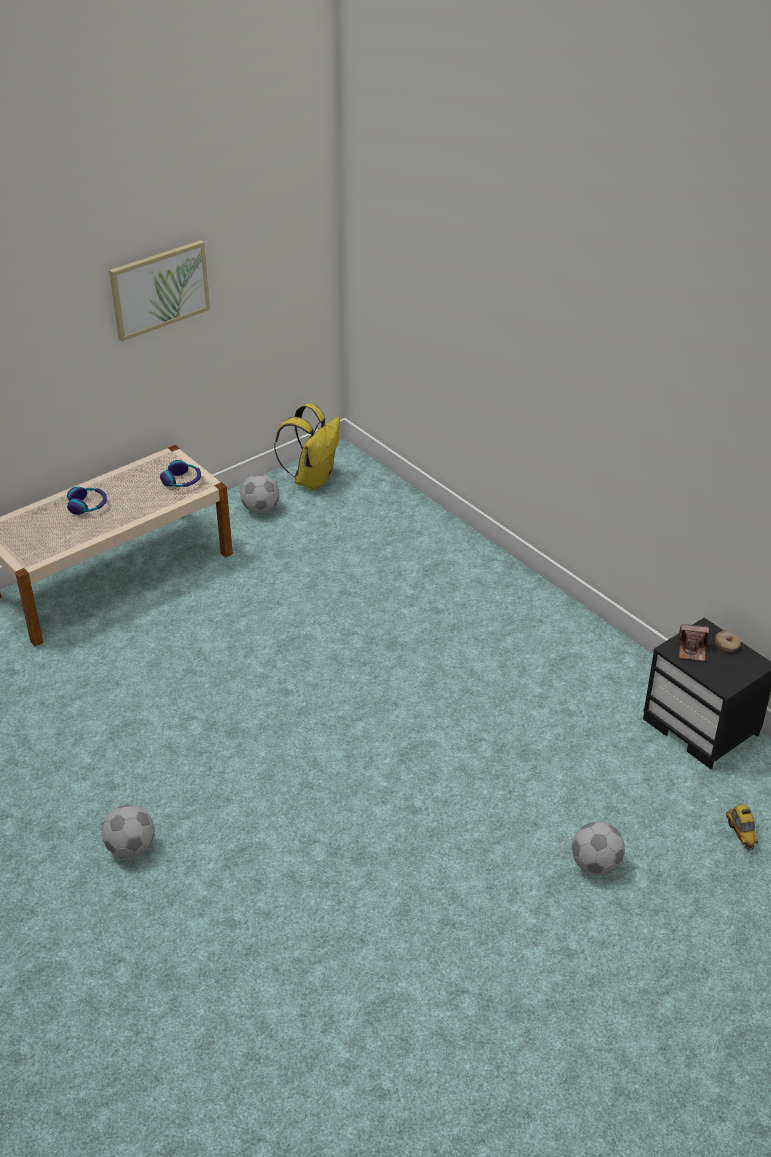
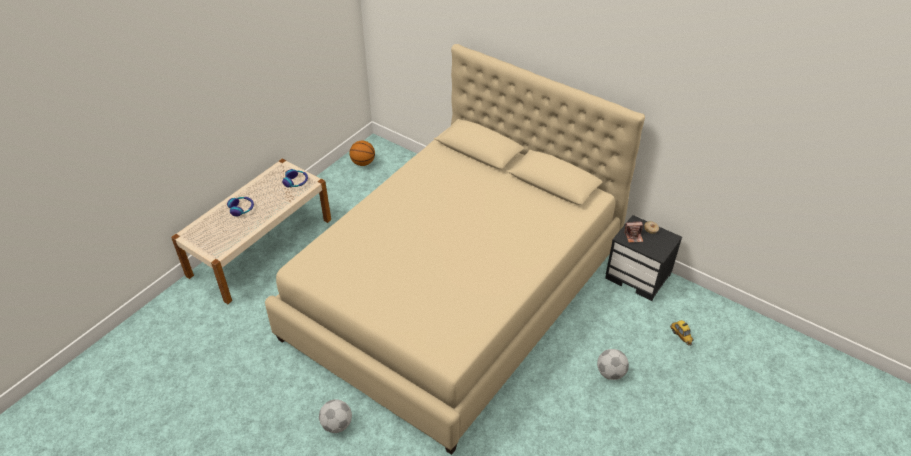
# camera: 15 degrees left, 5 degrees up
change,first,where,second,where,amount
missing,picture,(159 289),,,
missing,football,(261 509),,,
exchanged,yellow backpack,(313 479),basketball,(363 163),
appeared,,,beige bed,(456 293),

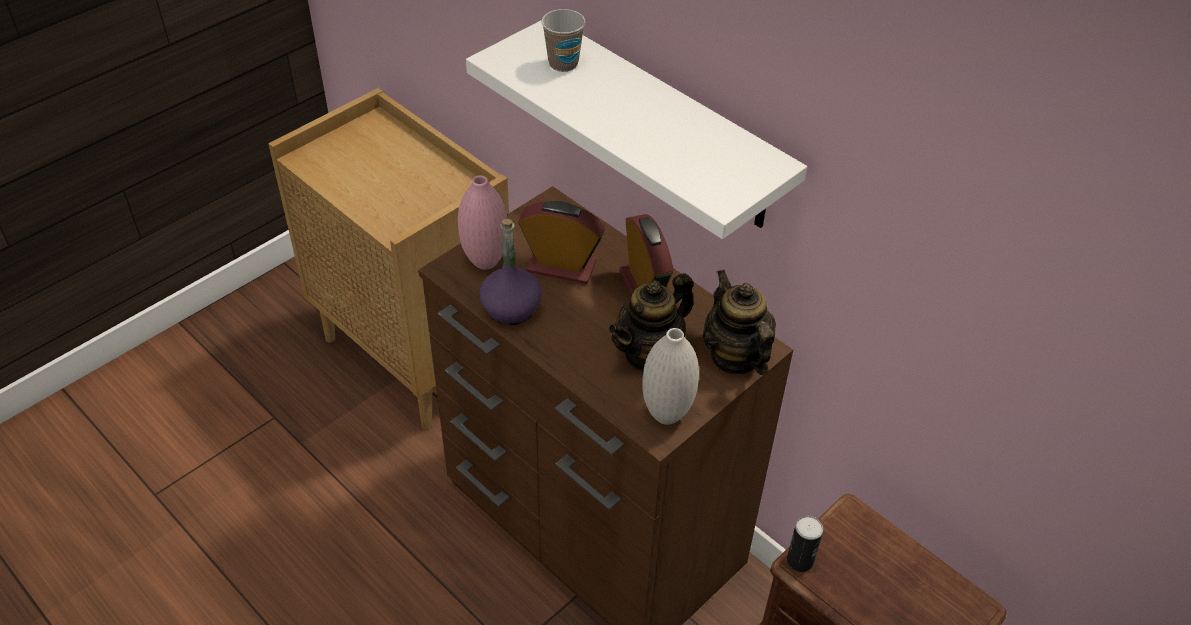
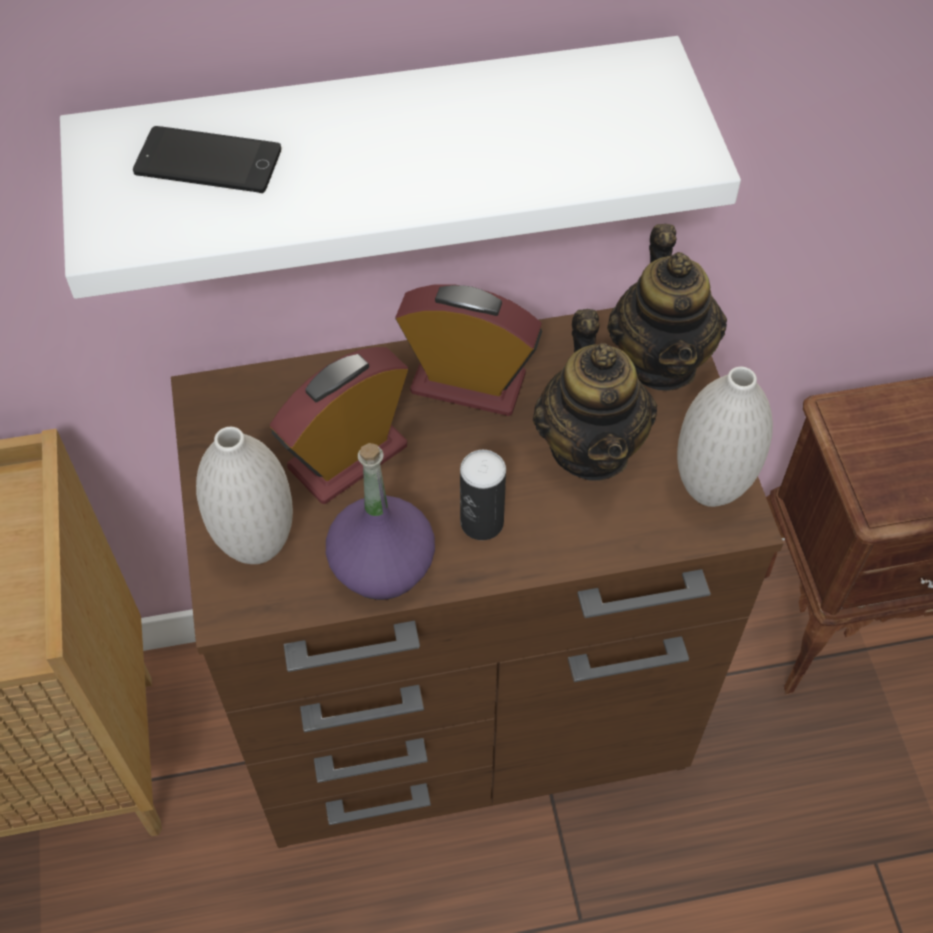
# camera: 55 degrees left, 10 degrees up
change,first,where,second,where,amount
colour,pink vase,(485 261),white vase,(257 546),
exchanged,cup,(563 63),phone,(208 161),
spun,teapot,(735 357),,(660 360),105 degrees counterclockwise
relocated,can,(800 560),,(482 522),

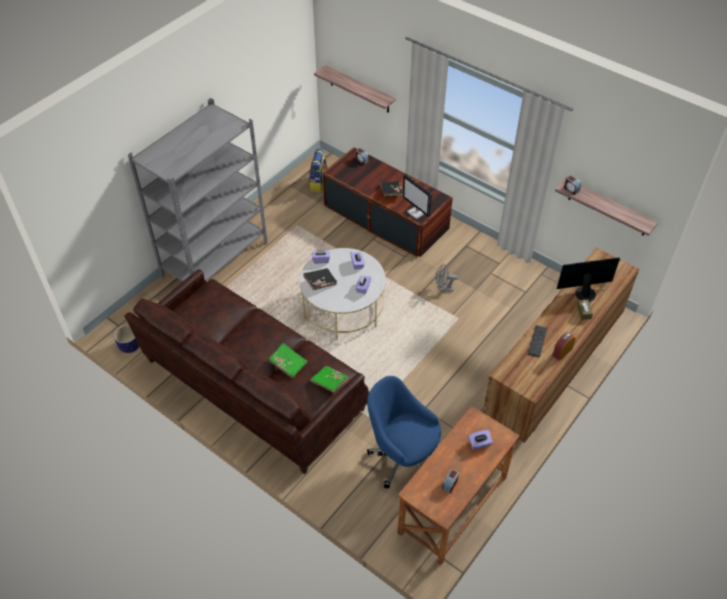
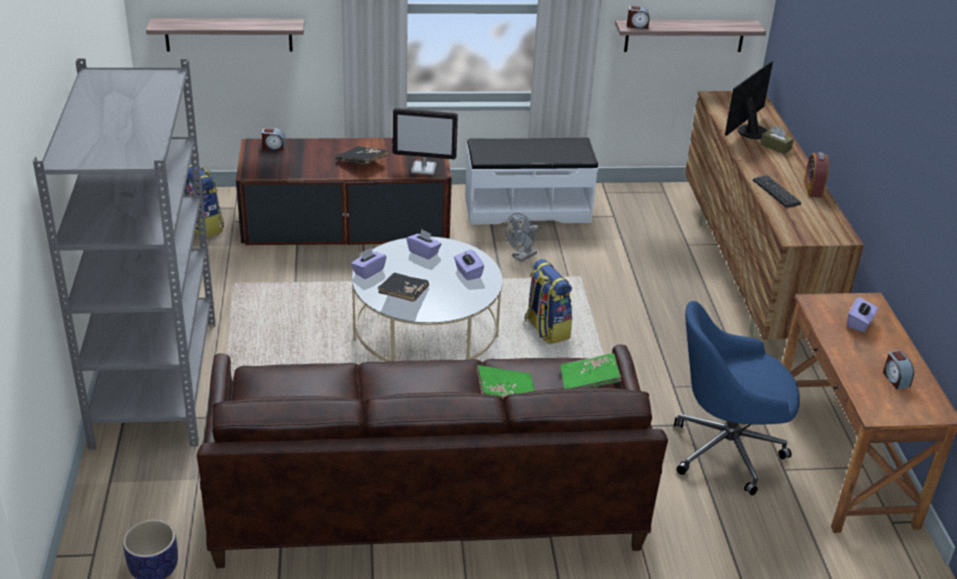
# camera: 45 degrees left, 15 degrees down
change,first,where,second,where,amount
appeared,,,white bench,(527 209),
appeared,,,backpack,(546 329),

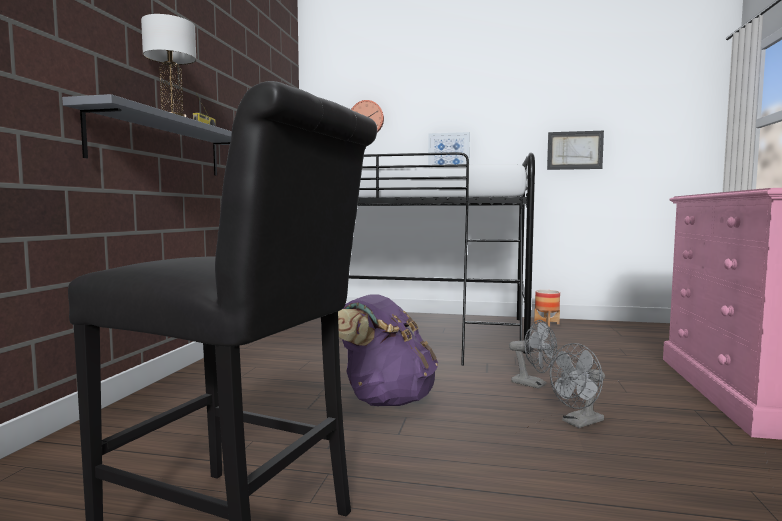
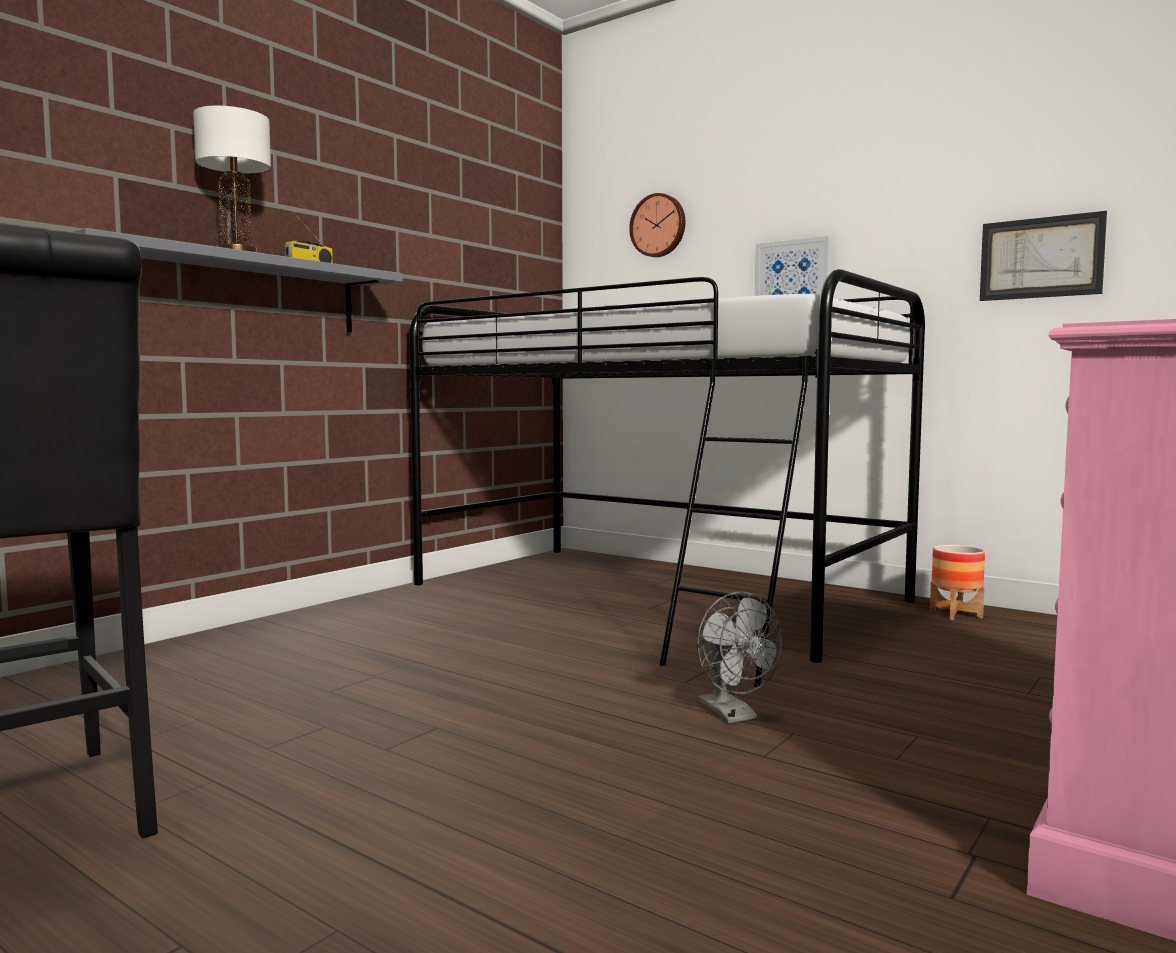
# camera: 25 degrees right, 0 degrees up
change,first,where,second,where,amount
missing,purple backpack,(386 400),,,
missing,grey fan,(578 422),,,

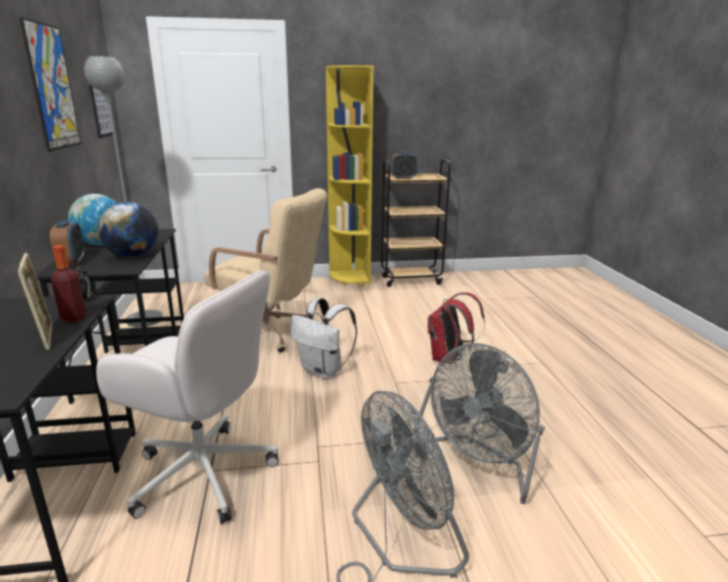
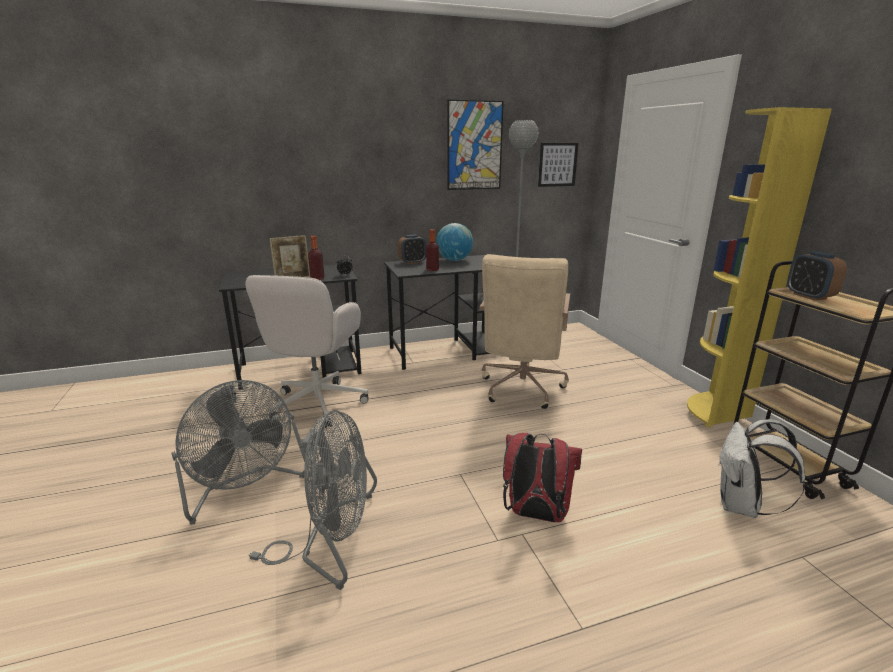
# camera: 80 degrees right, 0 degrees up
change,first,where,second,where,amount
exchanged,globe,(133 255),bottle,(432 269),
relocated,white backpack,(324 370),,(741 506),
spun,grey fan,(477 457),,(330 539),150 degrees clockwise

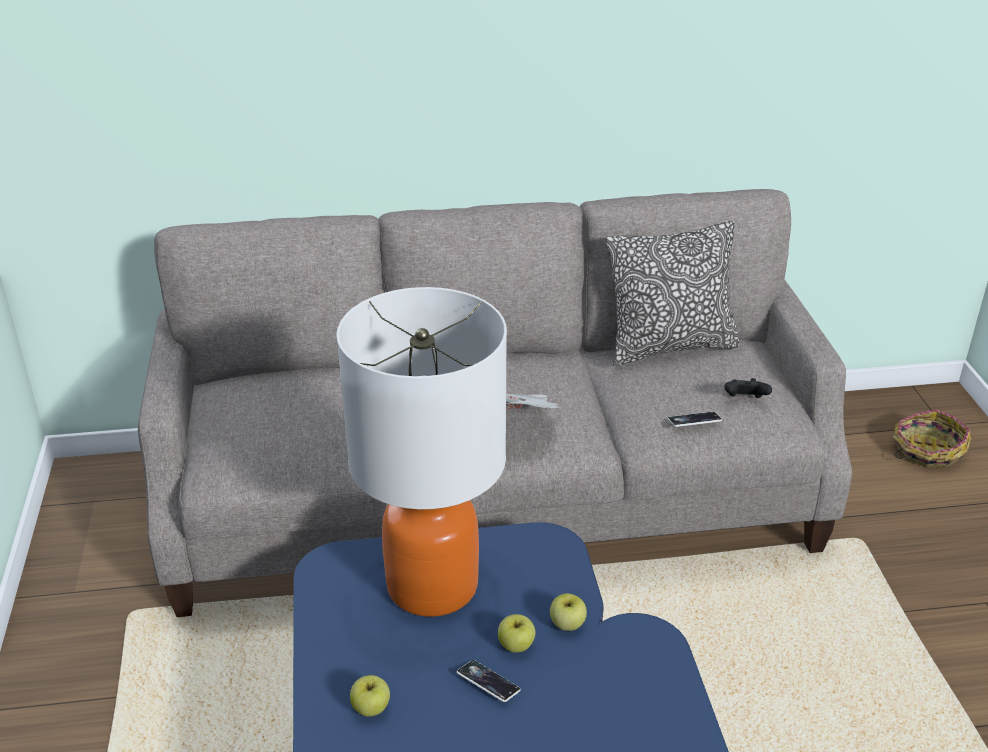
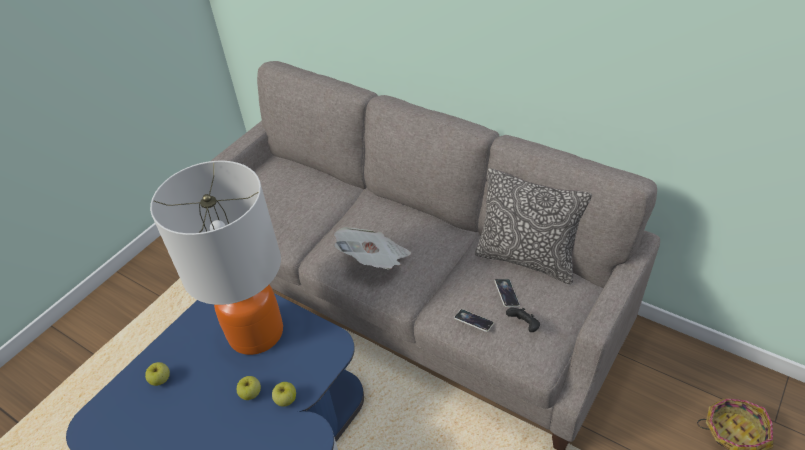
# camera: 45 degrees right, 10 degrees up
change,first,where,second,where,amount
relocated,phone,(488 683),,(506 294),

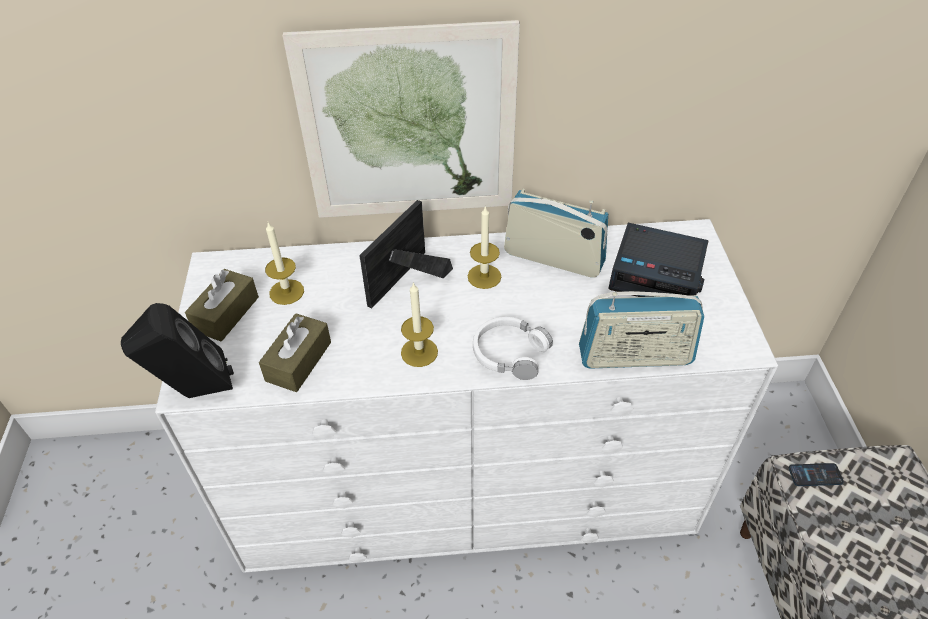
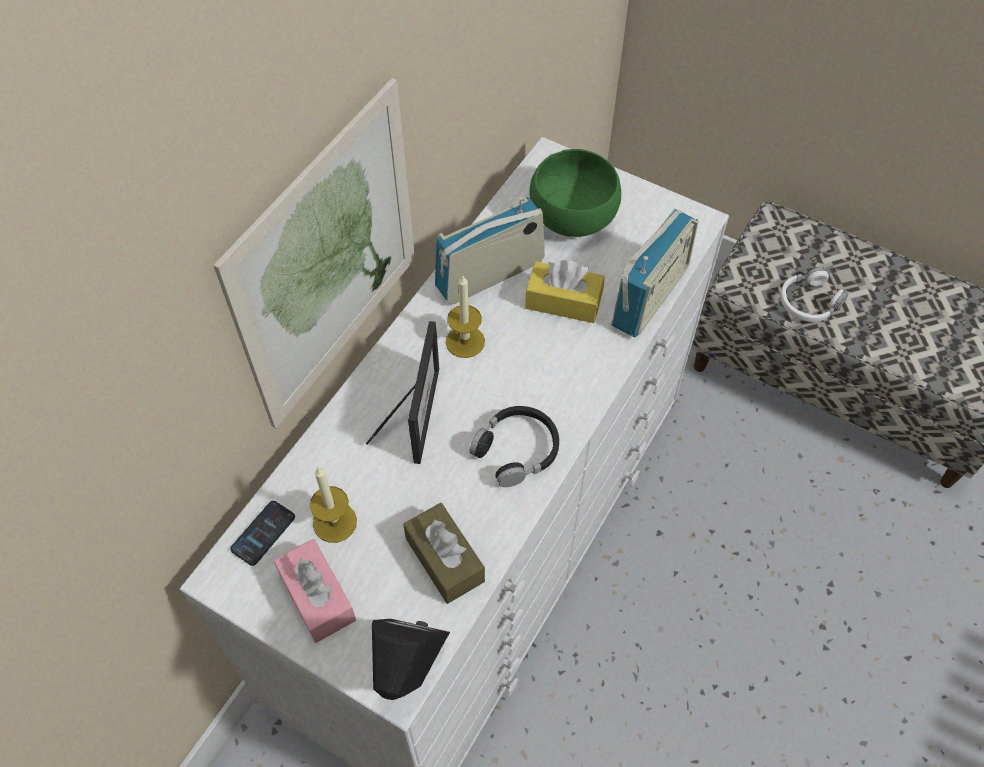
# camera: 55 degrees left, 10 degrees up
change,first,where,second,where,amount
colour,brown tissue box,(226 314),pink tissue box,(317 597),
spun,picture frame,(403 283),,(416 411),150 degrees counterclockwise
exchanged,candle,(419 352),black headphones,(517 450),
relocated,white headphones,(509 353),,(809 302),
exchanged,alarm clock,(657 273),green bowl,(573 216),
relocated,phone,(815 475),,(263 533),
appeared,,,yellow tissue box,(563 301),

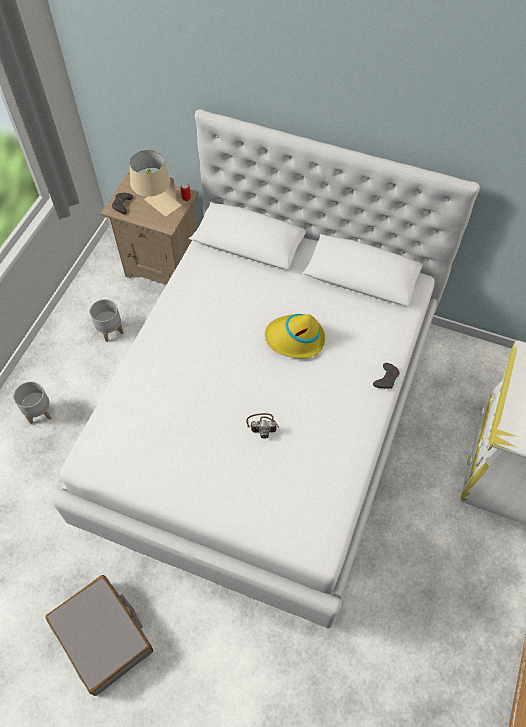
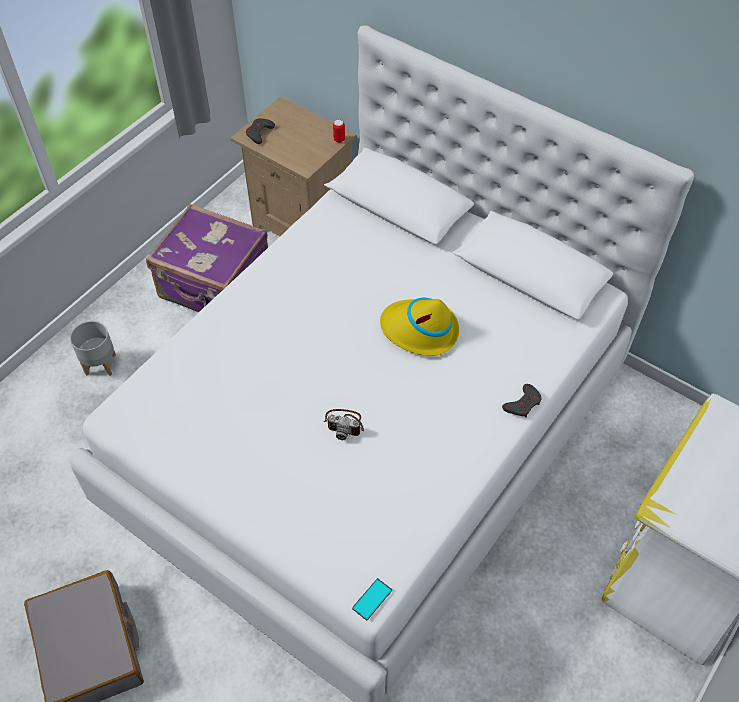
# camera: 15 degrees right, 5 degrees down
change,first,where,second,where,amount
exchanged,grey planter,(111 331),purple suitcase,(215 288),
missing,beige table lamp,(157 206),,,
appeared,,,phone,(372 599),

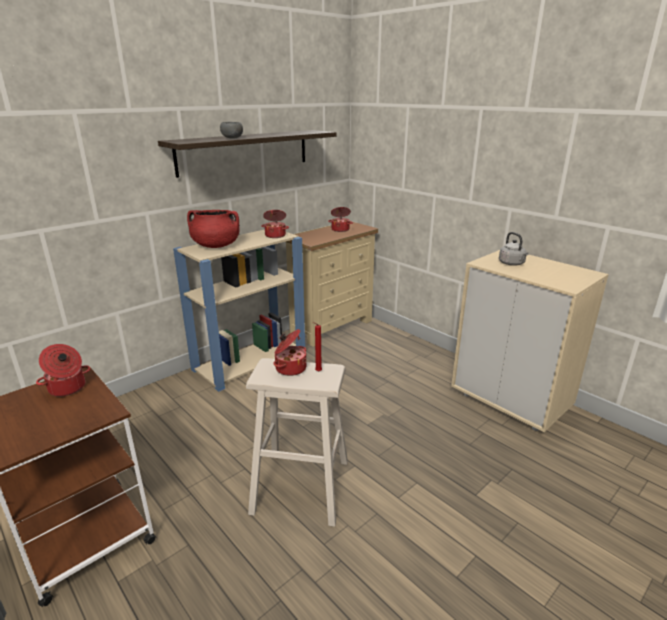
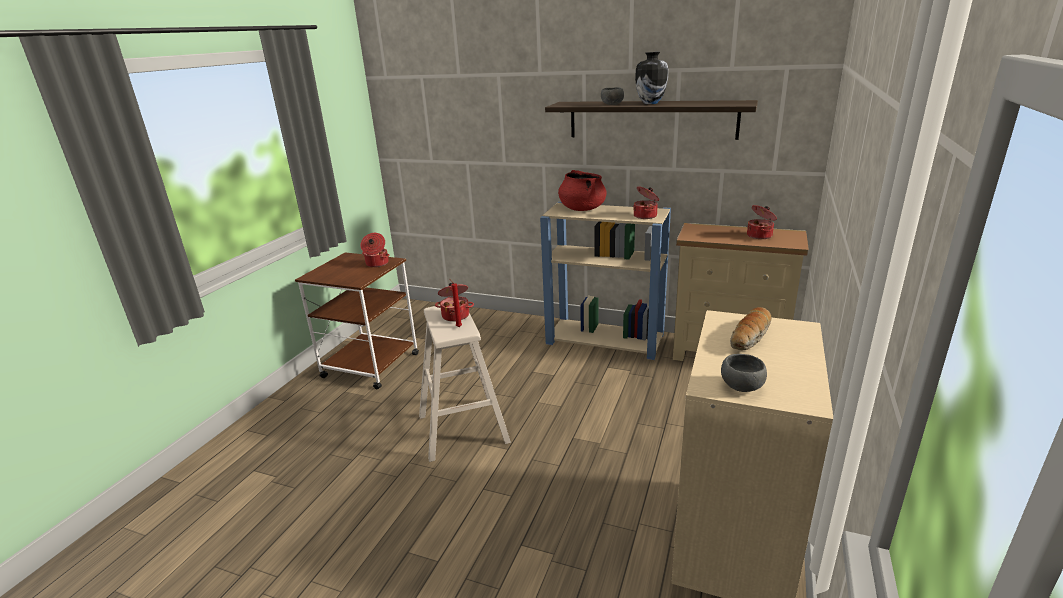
# camera: 65 degrees right, 0 degrees up
change,first,where,second,where,amount
exchanged,grey kettle,(512 264),bread,(751 337),
appeared,,,vase,(650 103),
appeared,,,grey bowl,(741 387),

